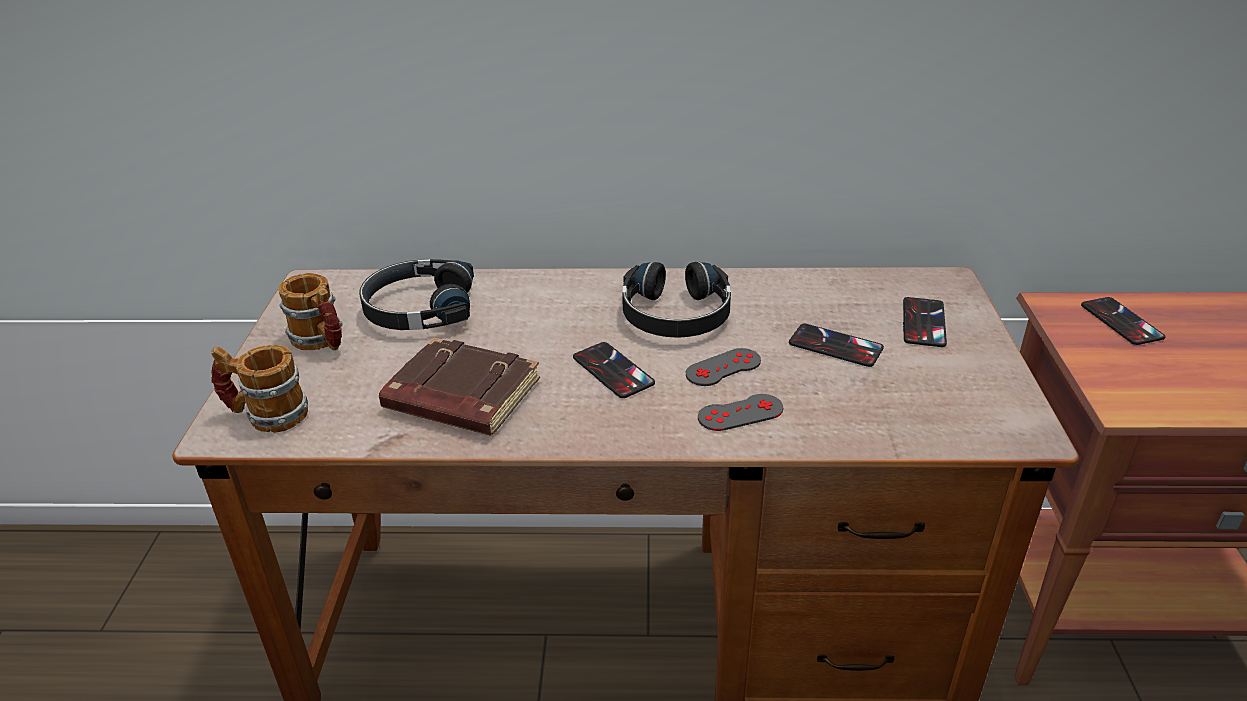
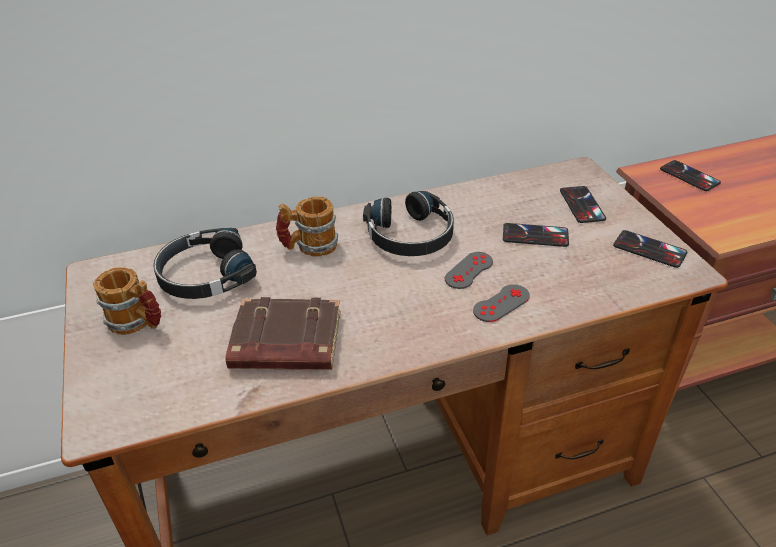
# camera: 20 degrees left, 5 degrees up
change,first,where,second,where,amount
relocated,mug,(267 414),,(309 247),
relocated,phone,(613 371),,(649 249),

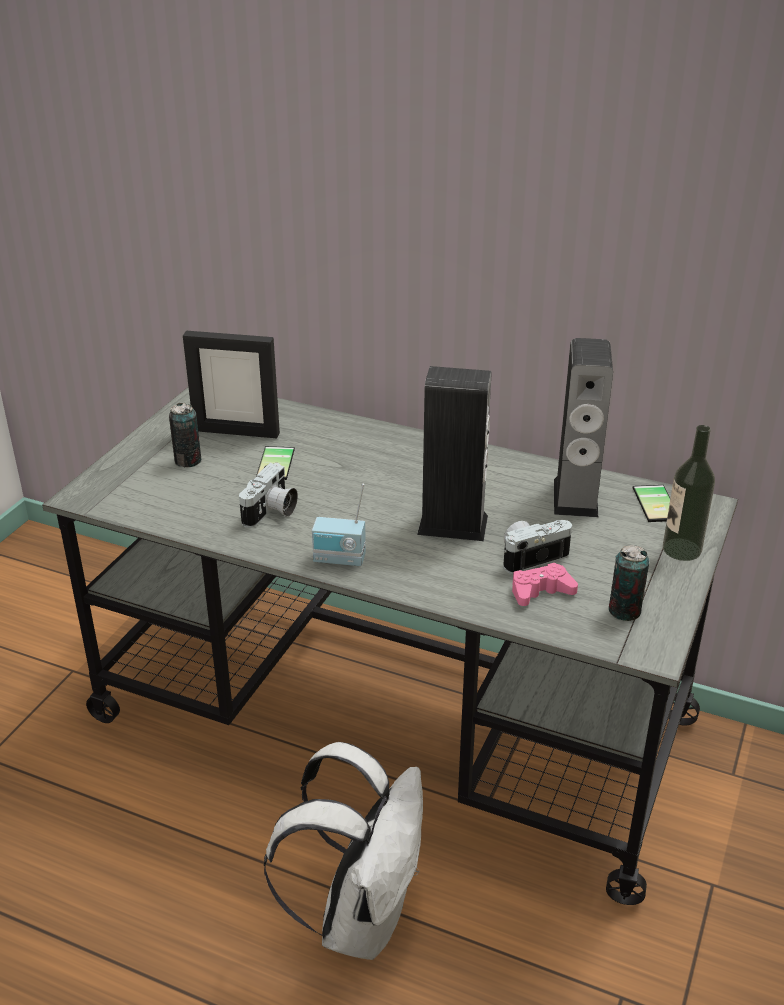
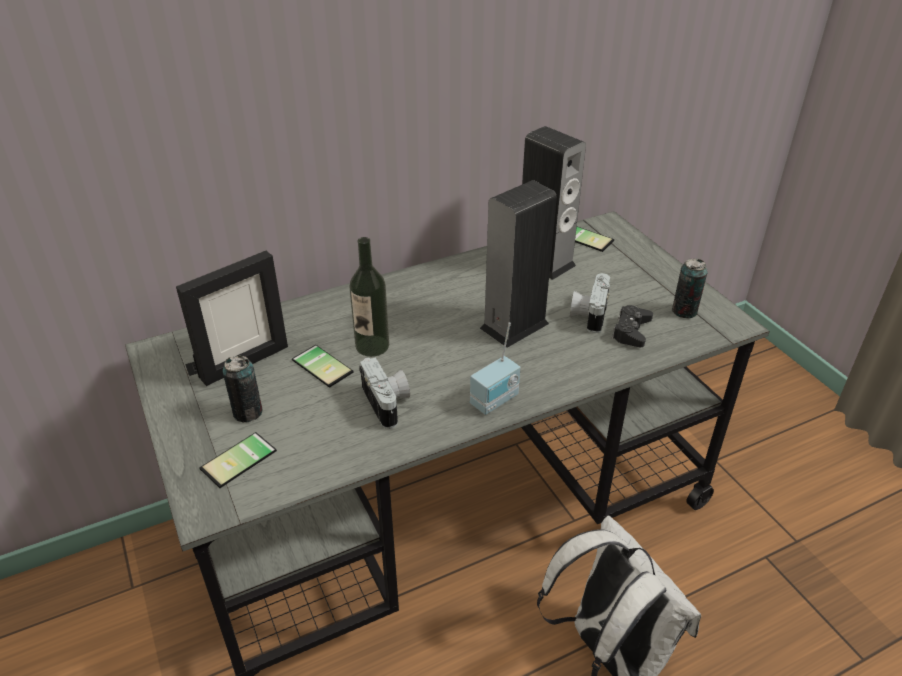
# camera: 50 degrees left, 5 degrees up
change,first,where,second,where,amount
colour,pink game controller,(540 591),black game controller,(631 331),
relocated,bottle,(681 549),,(372 346),
appeared,,,phone,(240 462),

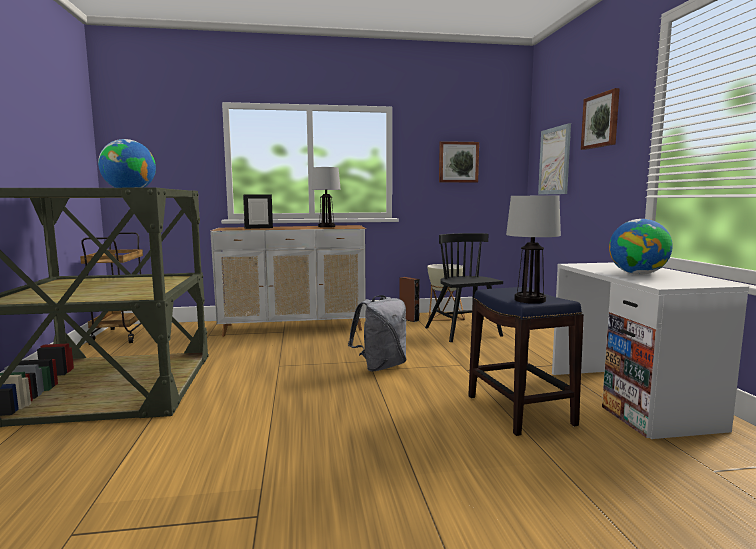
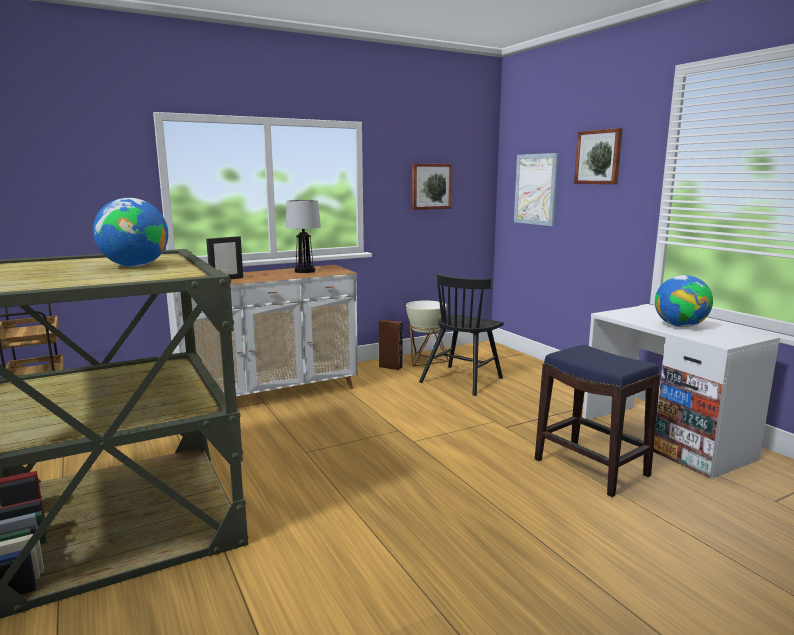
# camera: 20 degrees left, 5 degrees up
change,first,where,second,where,amount
missing,grey backpack,(381 366),,,
spun,black chair,(465 333),,(463 378),105 degrees counterclockwise
missing,table lamp,(530 300),,,

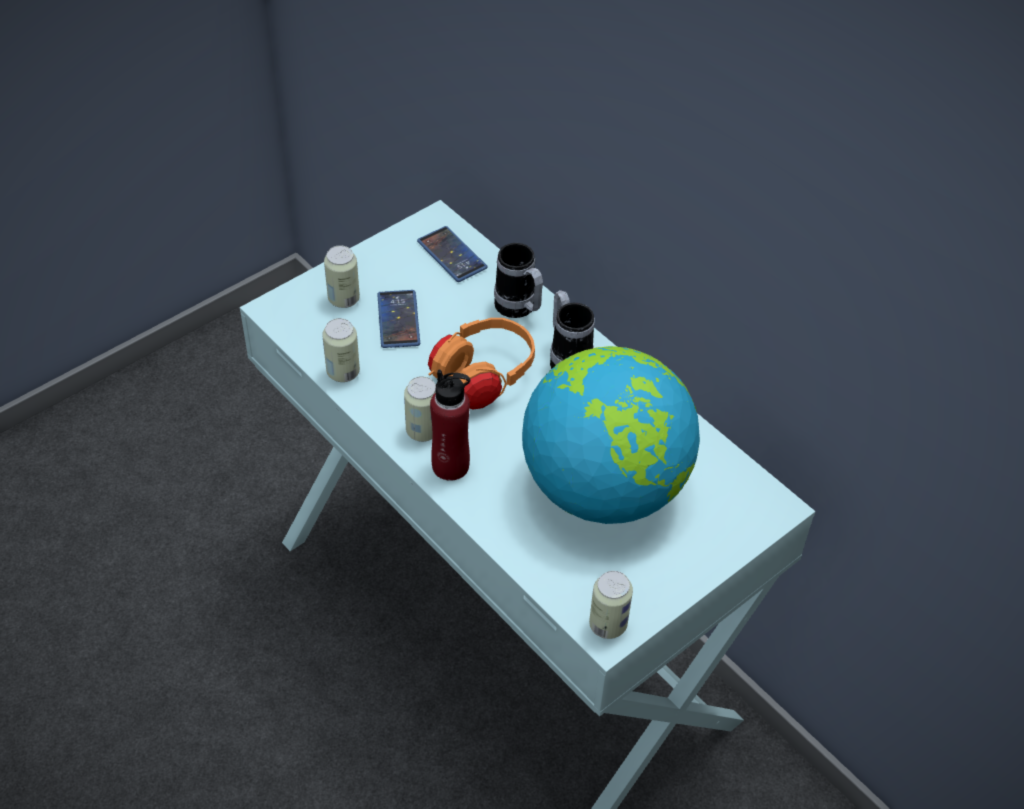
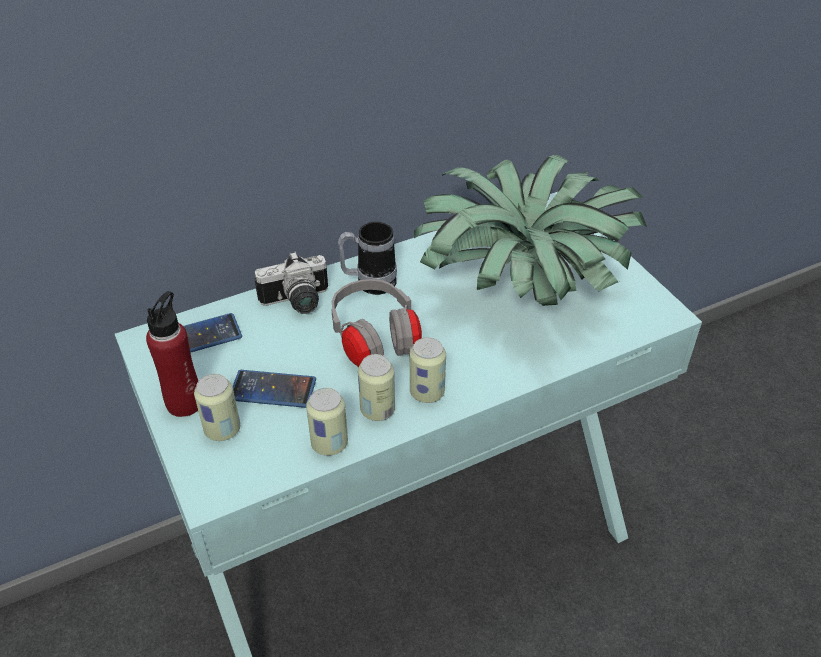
# camera: 75 degrees left, 5 degrees down
change,first,where,second,where,amount
colour,orange headphones,(482 379),grey headphones,(375 341),
relocated,red bottle,(450 466),,(185 402),
exchanged,mug,(519 310),photo camera,(297 303),
exchanged,globe,(604 488),potted plant,(520 288),
relocated,can,(608 624),,(377 410),

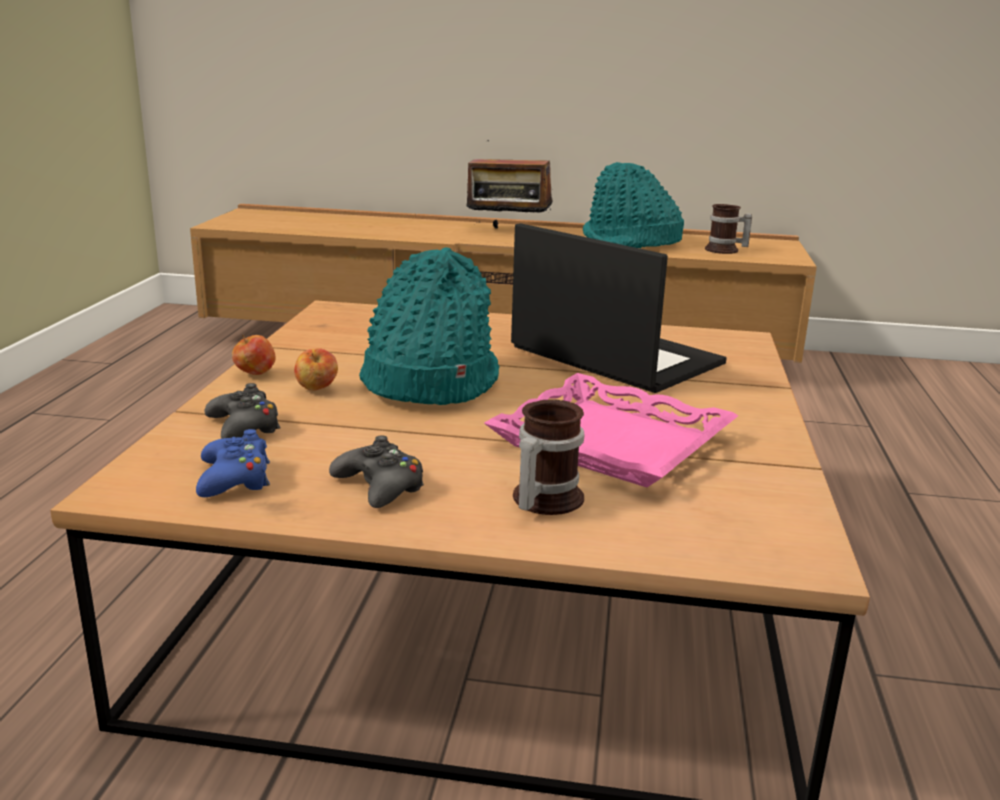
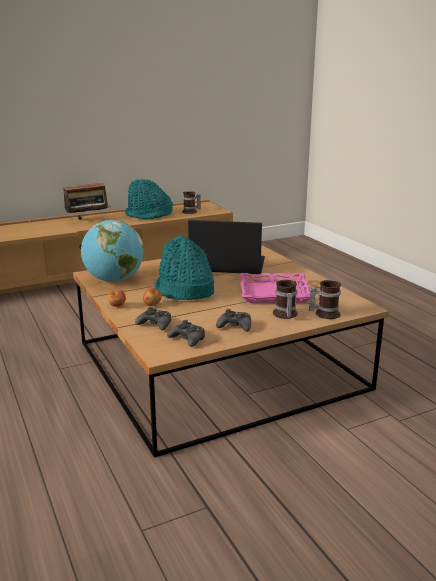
# camera: 35 degrees left, 0 degrees up
change,first,where,second,where,amount
colour,blue game controller,(235 478),black game controller,(187 339),
appeared,,,globe,(114 280),
appeared,,,mug,(324 313),

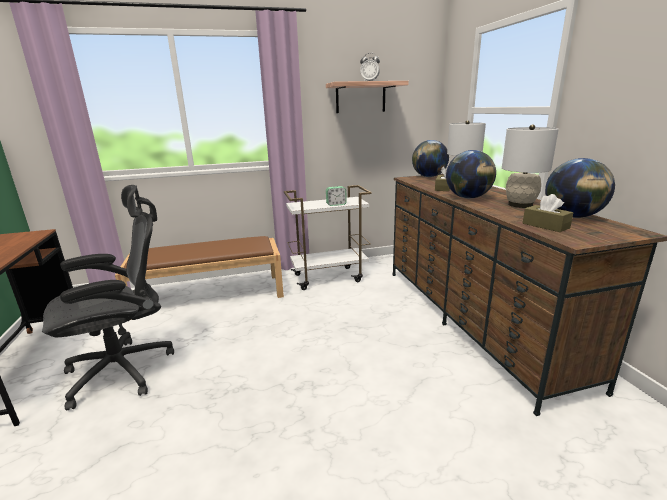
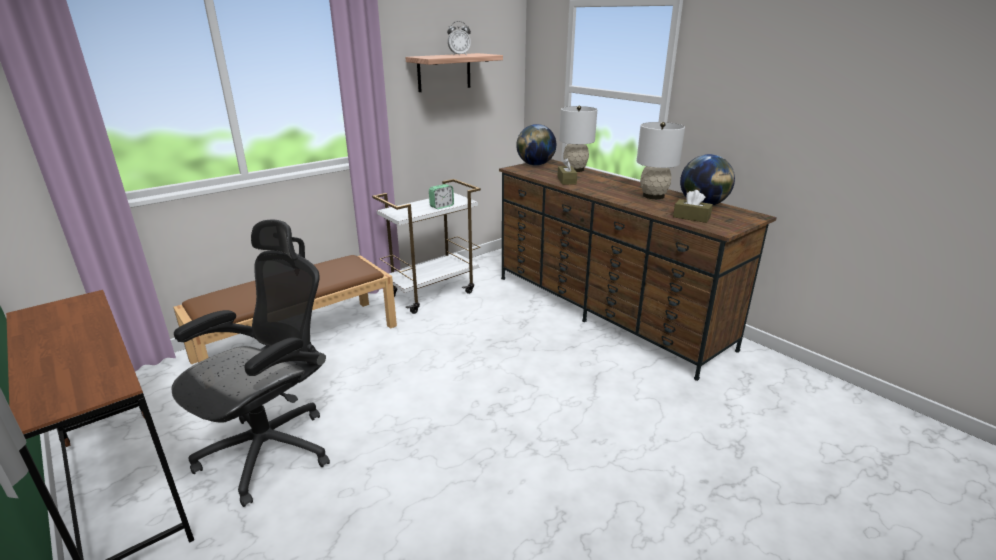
# camera: 25 degrees left, 5 degrees up
change,first,where,second,where,amount
missing,globe,(468 197),,,

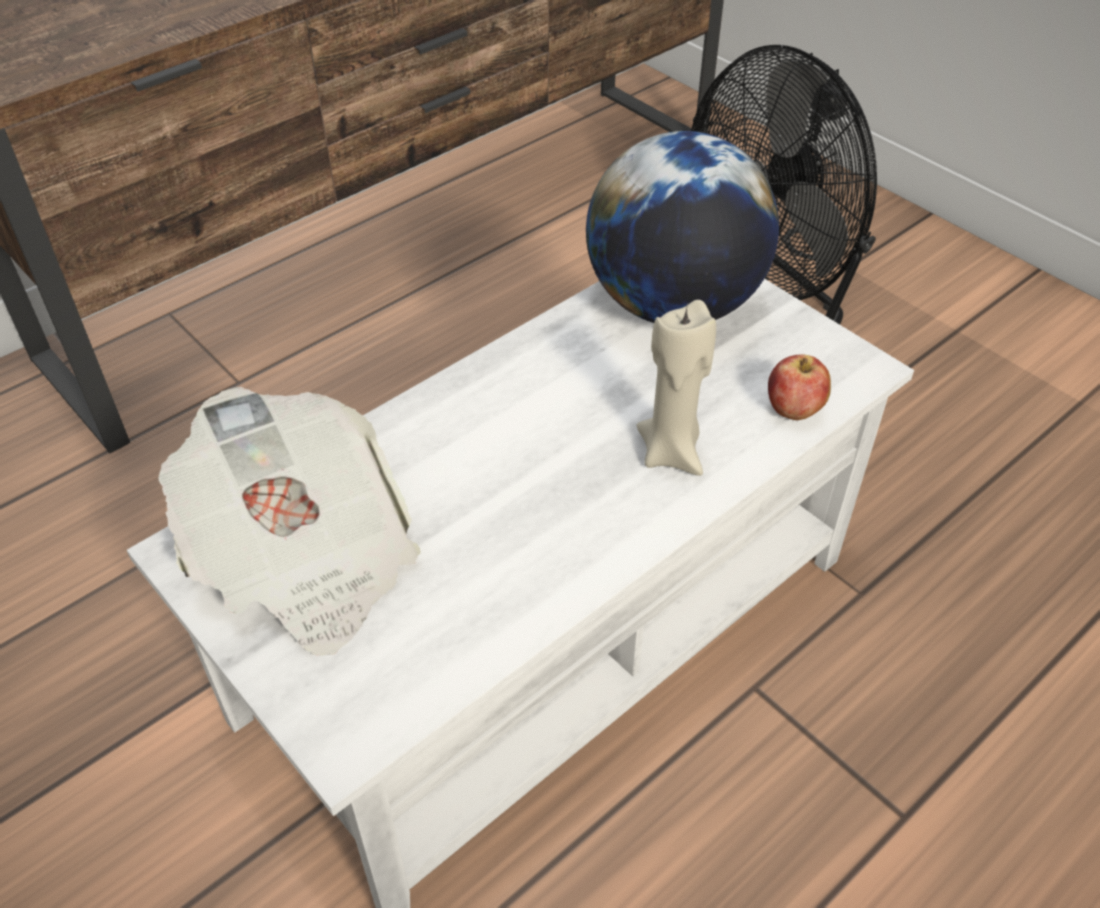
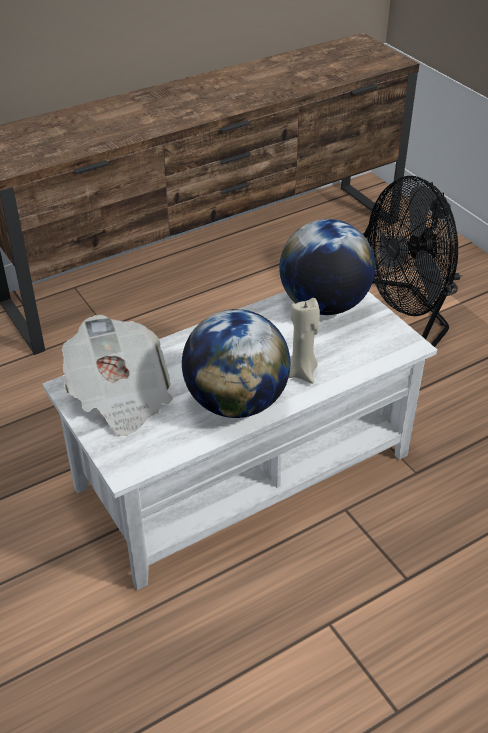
# camera: 10 degrees right, 5 degrees down
change,first,where,second,where,amount
missing,apple,(793 410),,,
appeared,,,globe,(236 402),

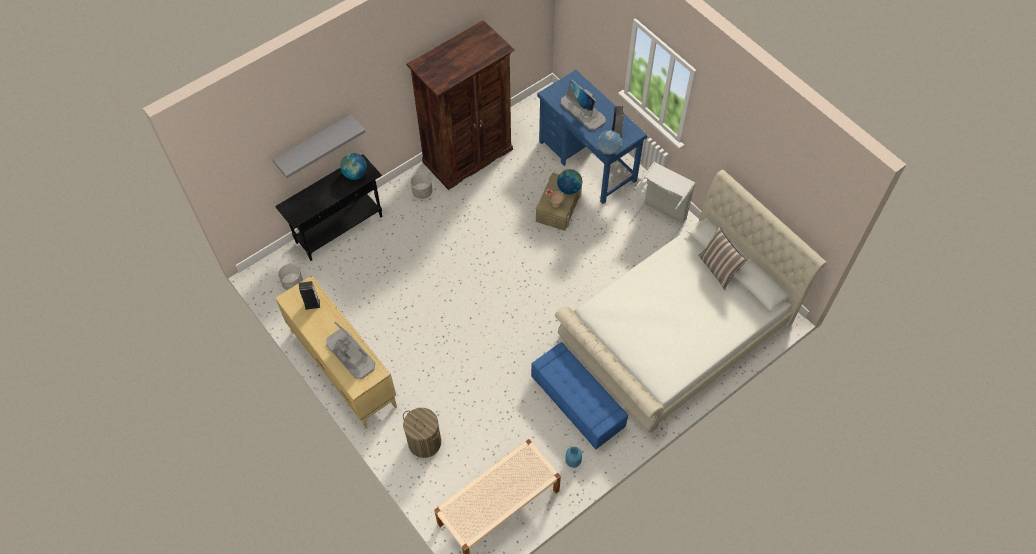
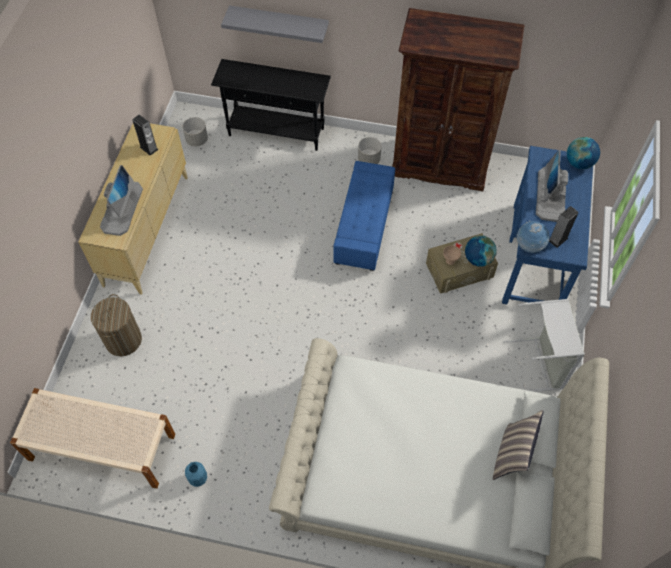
# camera: 50 degrees right, 0 degrees up
change,first,where,second,where,amount
relocated,globe,(355 174),,(579 163),
relocated,blue ottoman,(577 402),,(364 226),

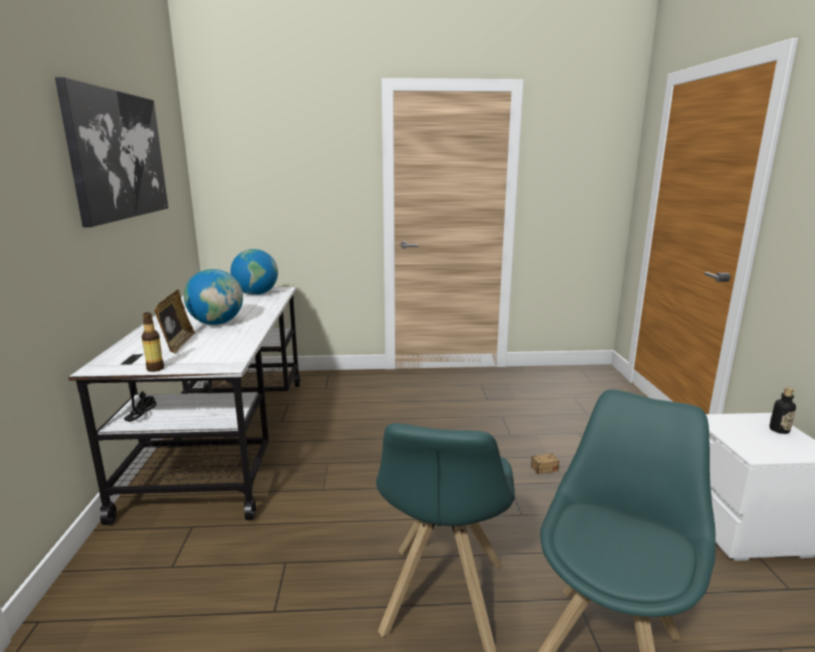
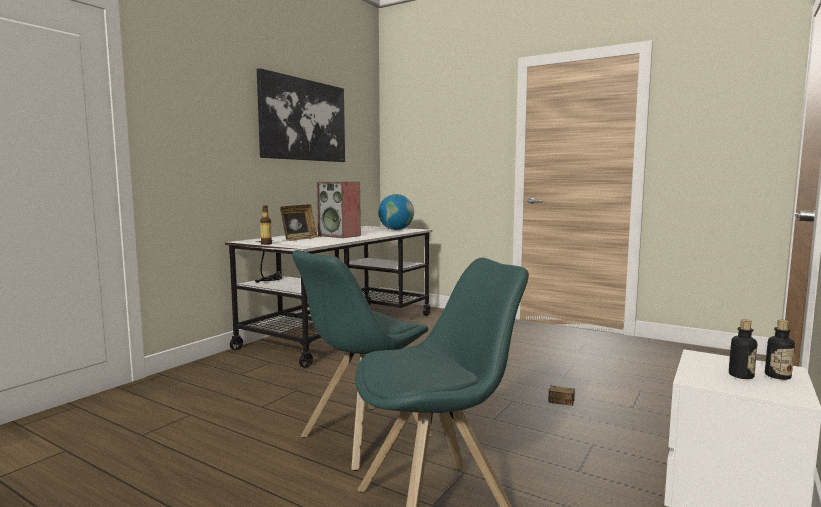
# camera: 35 degrees right, 10 degrees down
change,first,where,second,where,amount
exchanged,globe,(217 323),speaker,(340 236),
appeared,,,bottle,(741 375),

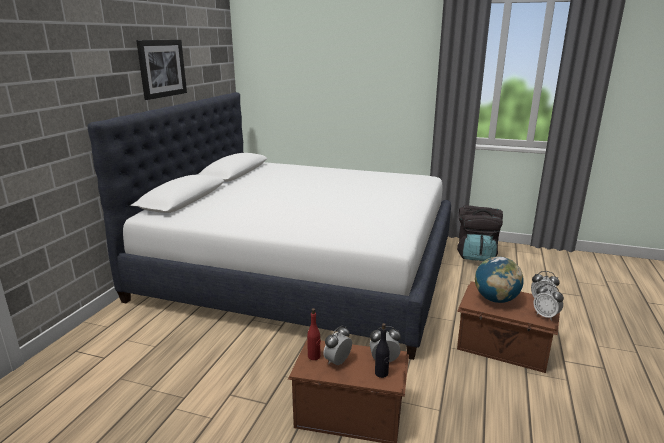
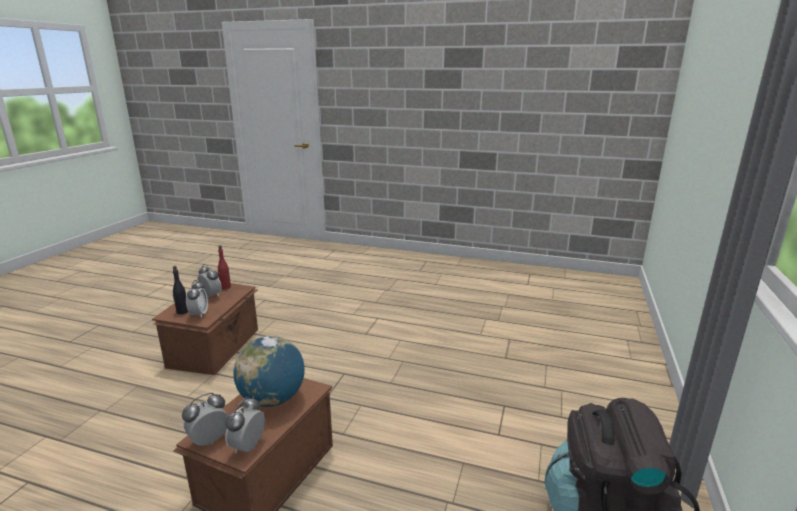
# camera: 90 degrees right, 0 degrees up
change,first,where,second,where,amount
missing,white bed,(302 269),,,
missing,picture,(162 68),,,

